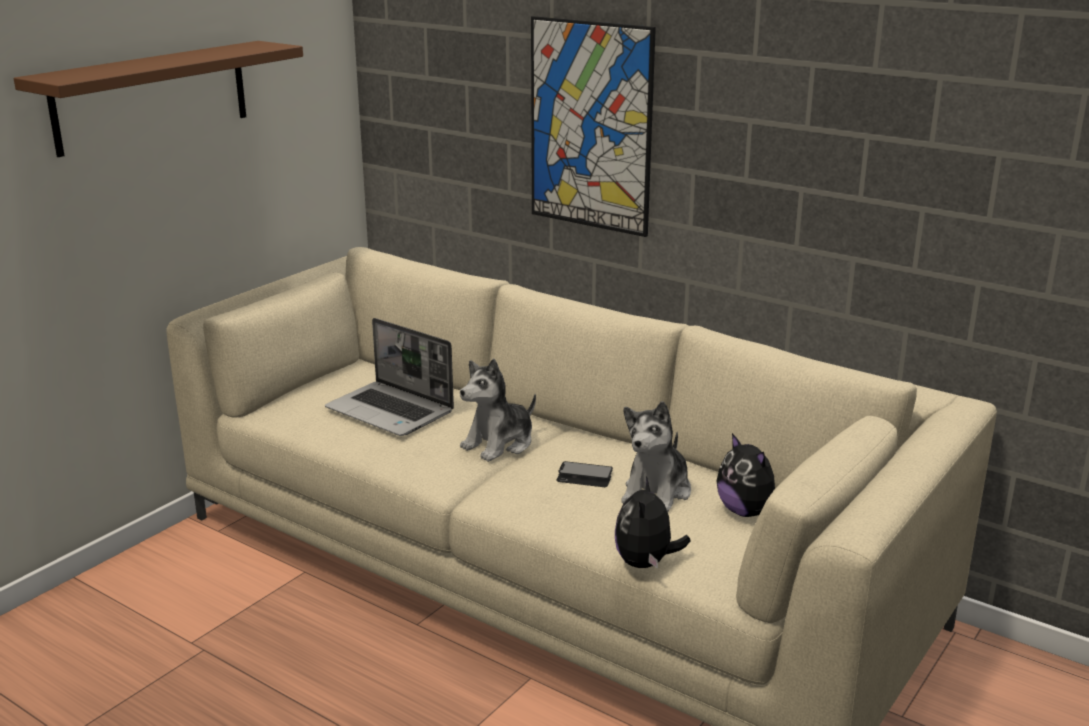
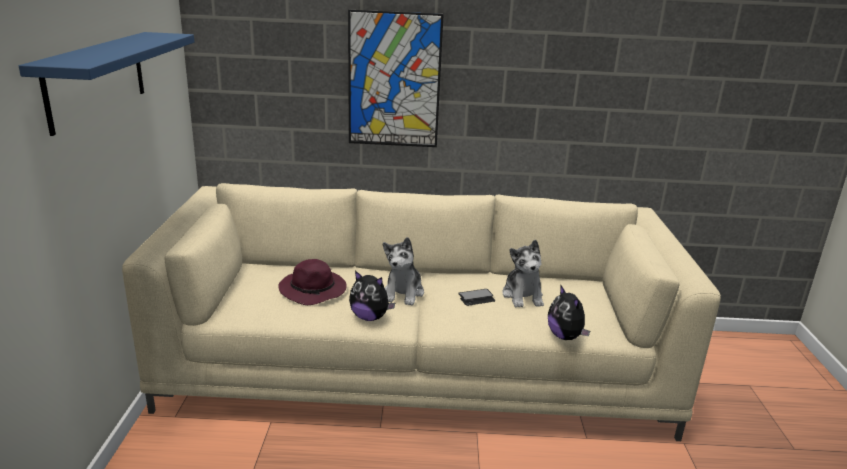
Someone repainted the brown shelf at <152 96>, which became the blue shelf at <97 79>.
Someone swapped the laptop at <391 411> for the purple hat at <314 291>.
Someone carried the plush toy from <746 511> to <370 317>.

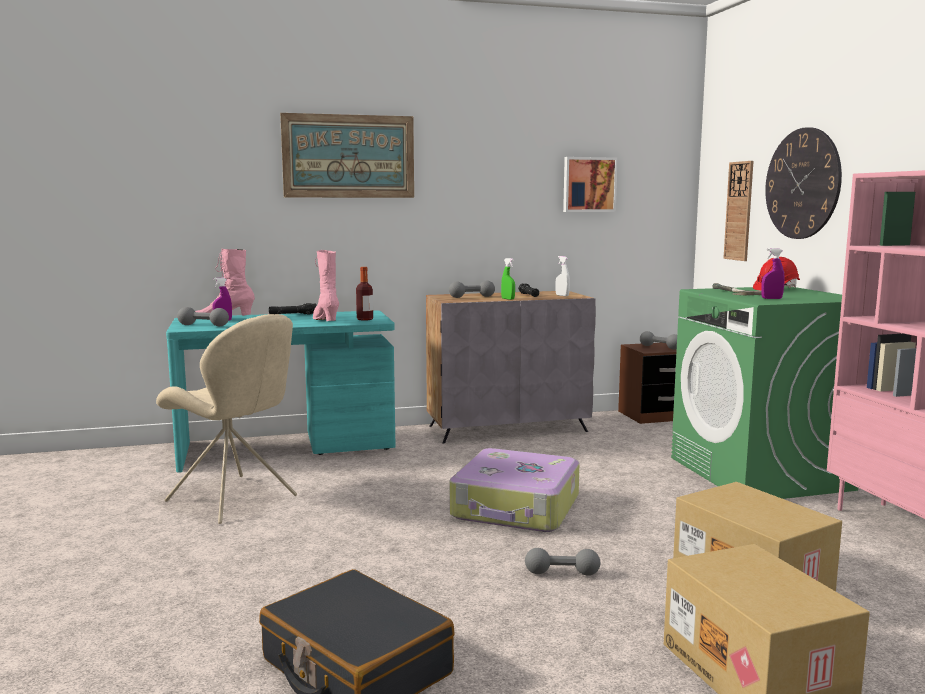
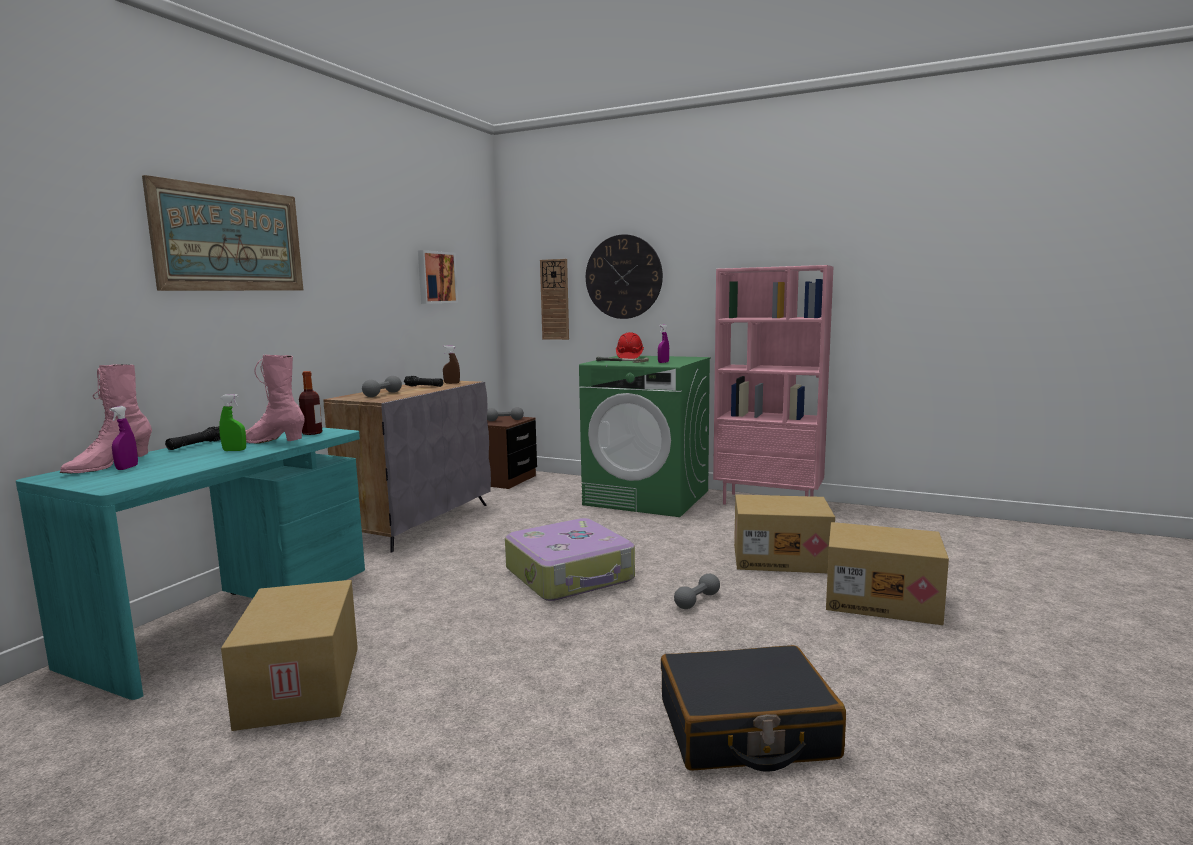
Someone repainted the white spray bottle at <562 295>, which became the brown spray bottle at <451 383>.
Someone carried the green spray bottle from <508 299> to <234 450>.
Someone took away the grey dumbbell at <203 325>.
Someone swapped the beige chair at <234 500> for the cardboard box at <303 686>.

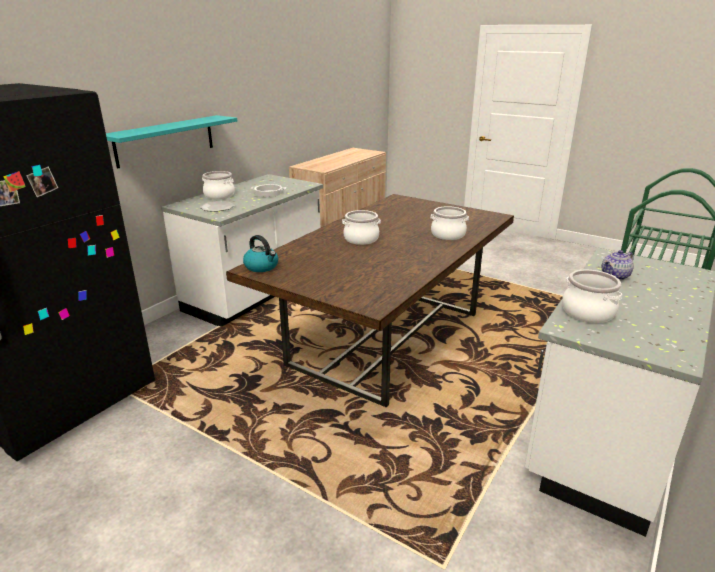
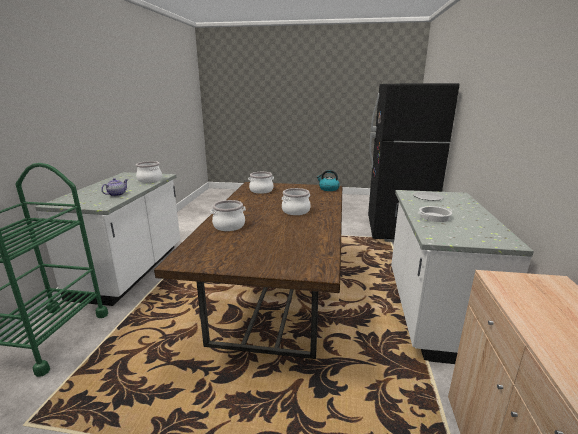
Someone took away the turquoise shelf at <165 140>.
Someone carried the cooking pot from <219 195> to <261 190>.

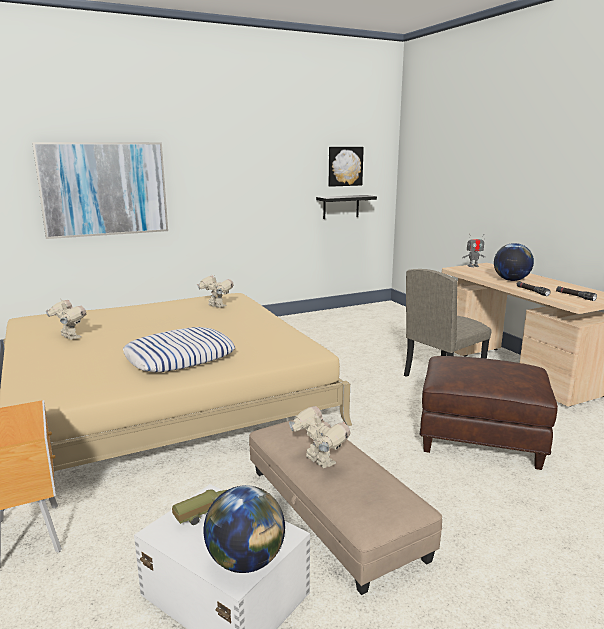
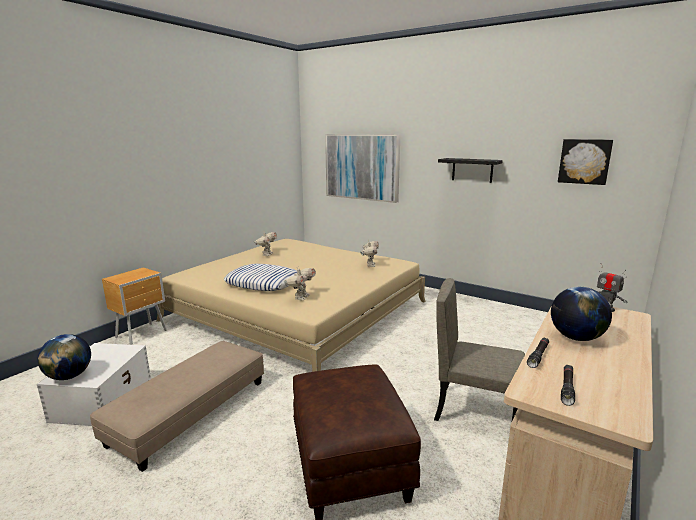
Someone carried the black shelf from <341 206> to <472 170>.
Someone carried the toy robot from <318 462> to <301 297>.
Someone took away the toy truck at <203 514>.

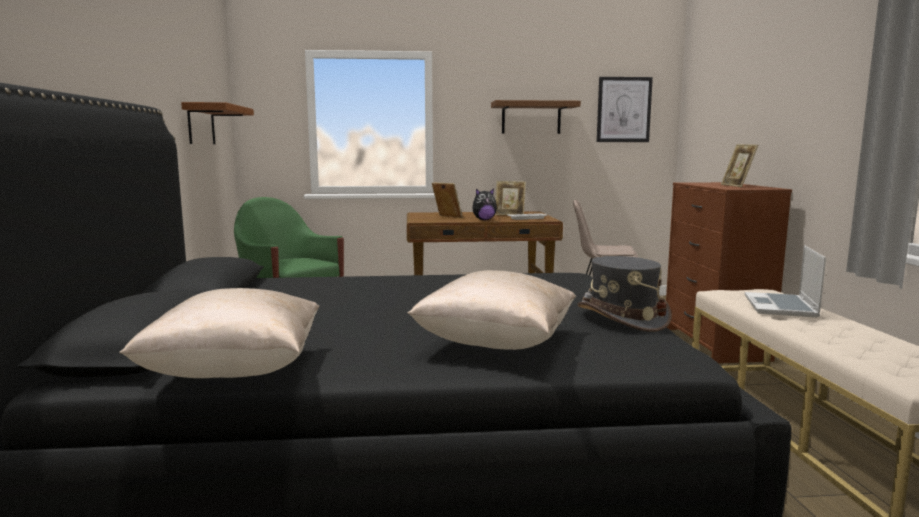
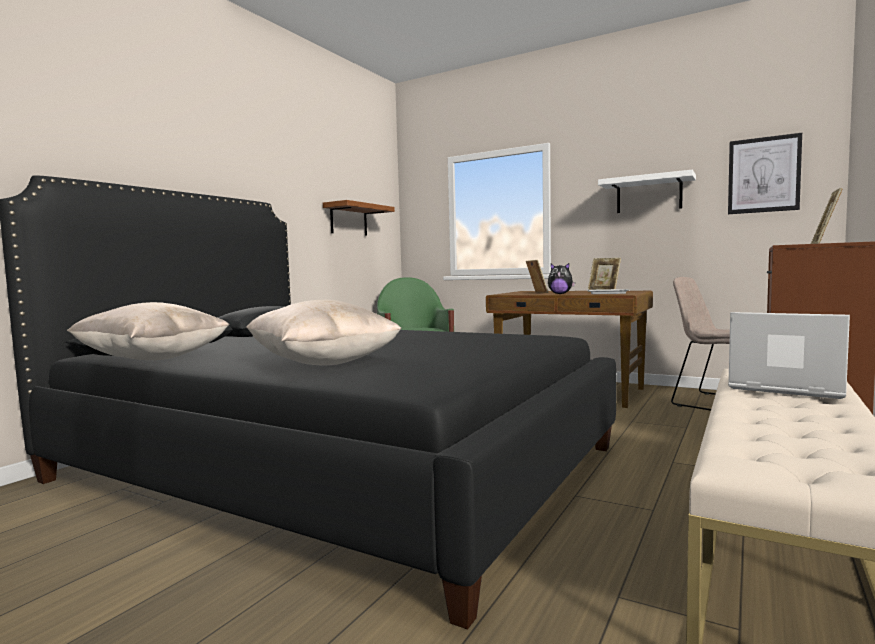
Someone repainted the brown shelf at <531 118>, which became the white shelf at <649 195>.
Someone rotated the laptop at <781 307> by 75 degrees clockwise.
Someone took away the grey hat at <622 318>.

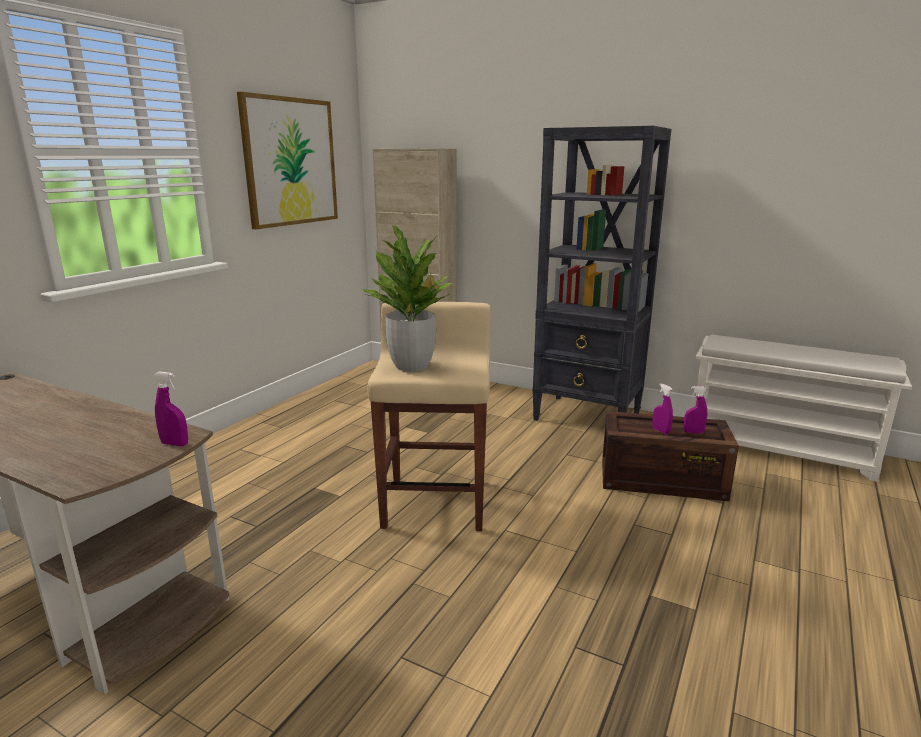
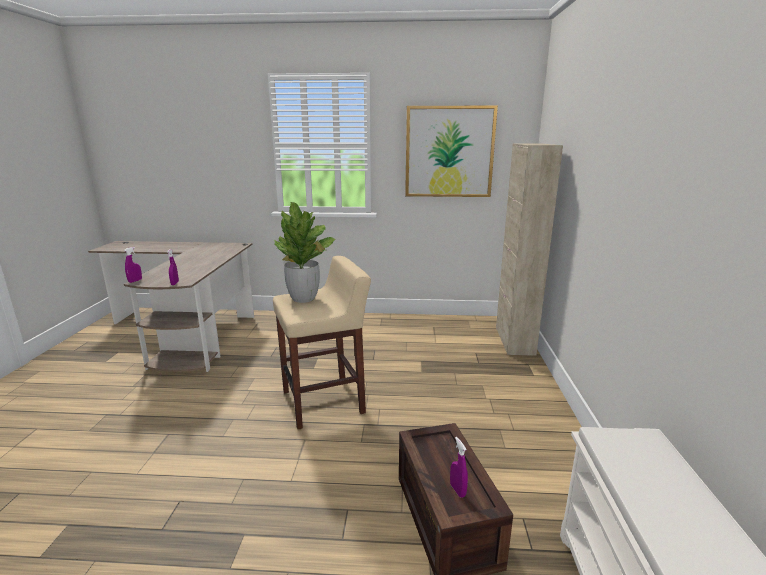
Someone took away the black bookcase at <588 416>.
Someone carried the purple spray bottle from <660 431> to <135 281>.

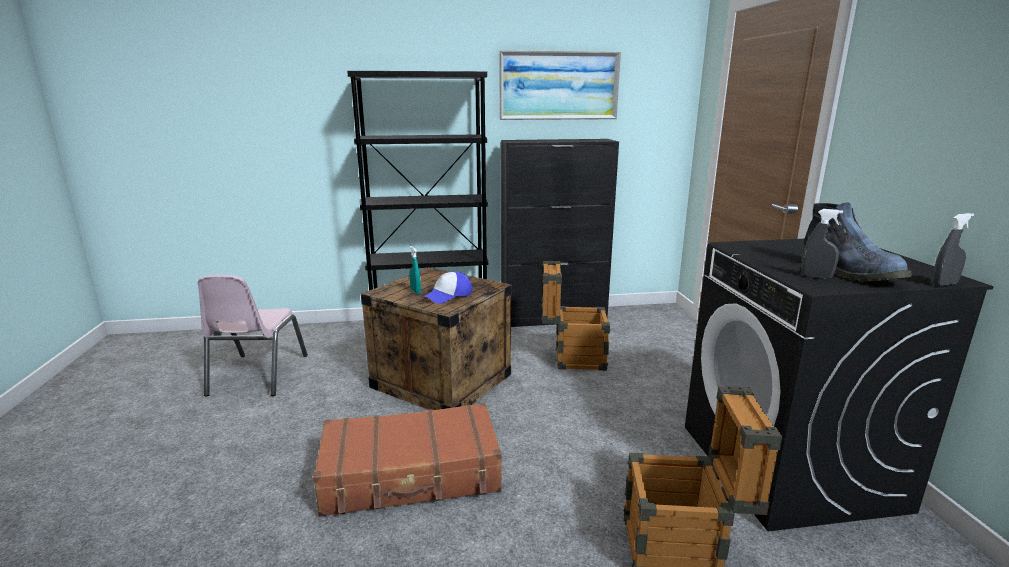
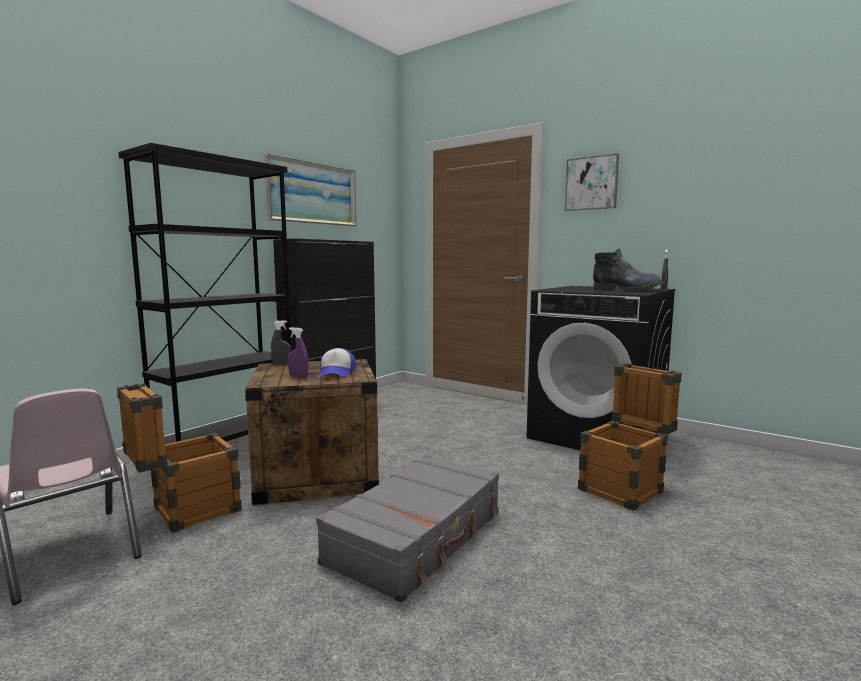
Someone carried the grey spray bottle from <816 277> to <281 364>.
Someone repainted the turquoise spray bottle at <415 291>, which became the purple spray bottle at <298 376>.
Someone carried the crate from <572 358> to <185 512>.
Someone repainted the brown suitcase at <411 475>, which became the grey suitcase at <418 537>.
Someone put up the picture at <592 183>.

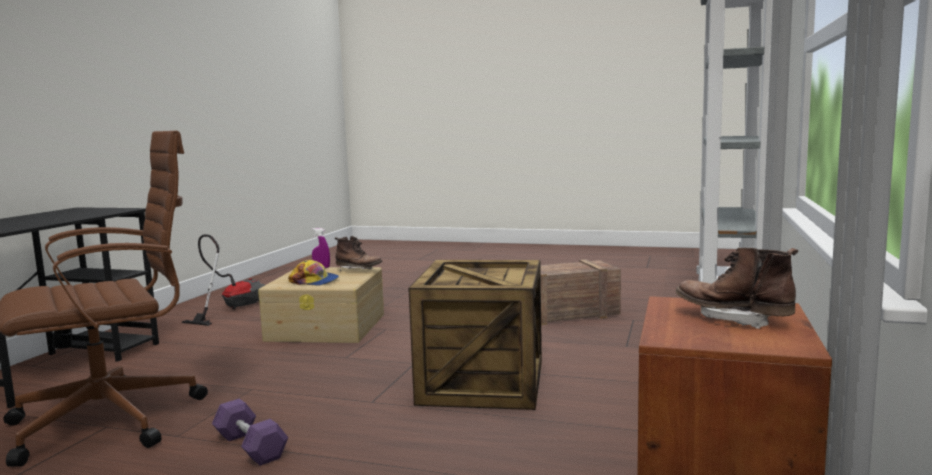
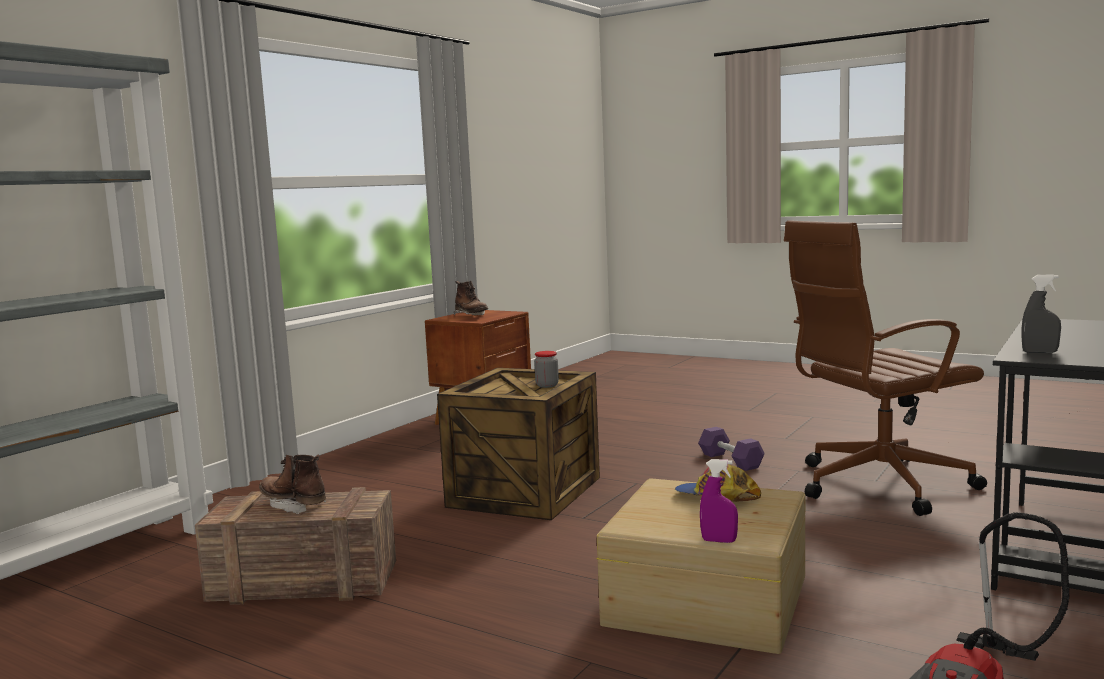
Someone carried the brown boot from <358 270> to <294 505>.
Someone put down the grey spray bottle at <1040 352>.
Someone put down the jar at <547 385>.

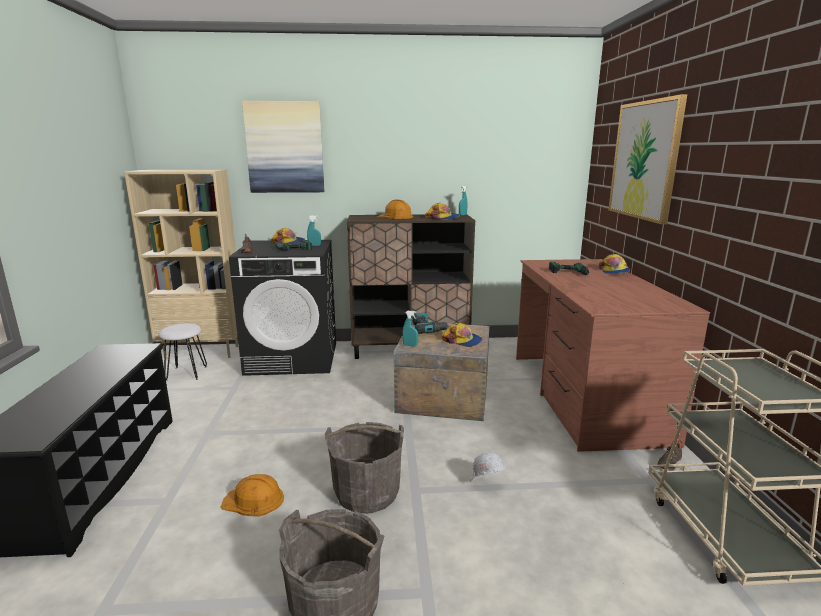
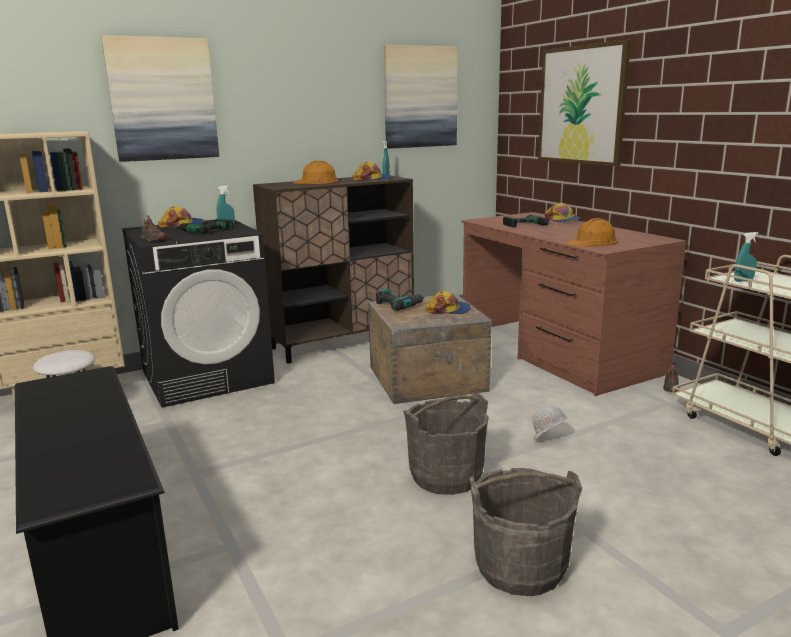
Someone carried the turquoise spray bottle from <410 345> to <743 280>.
Someone carried the orange hard hat from <254 500> to <592 242>.
Someone put up the picture at <420 97>.

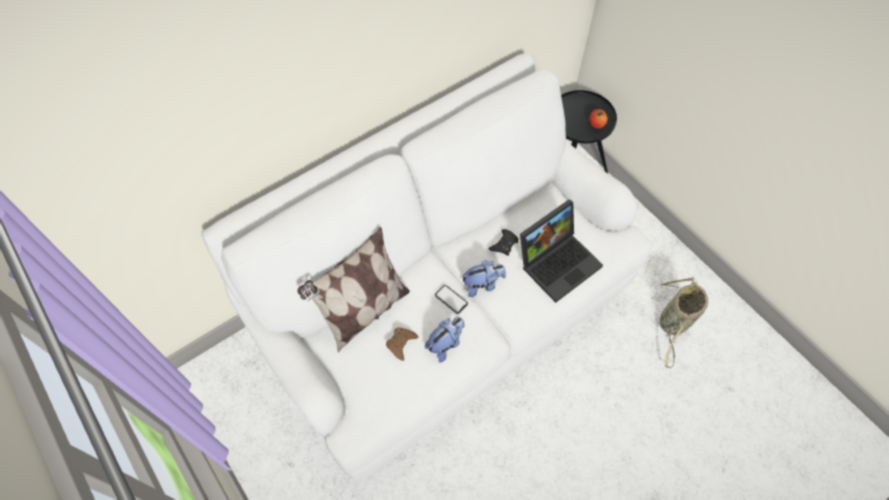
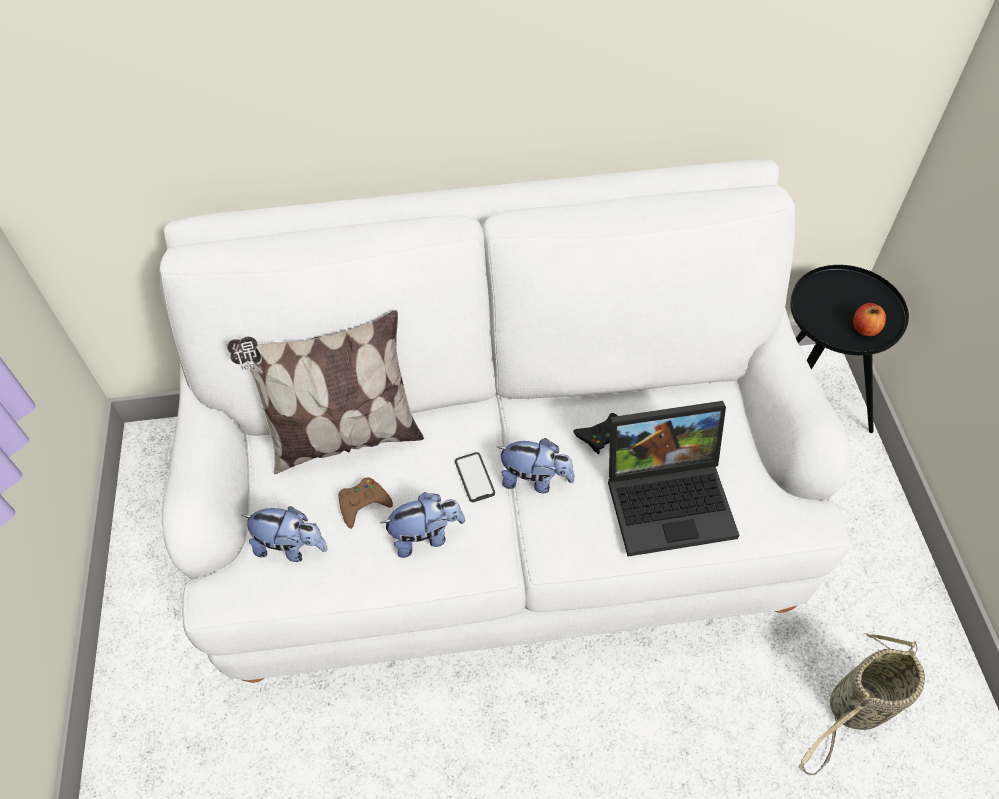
Someone put down the plush toy at <291 546>.

